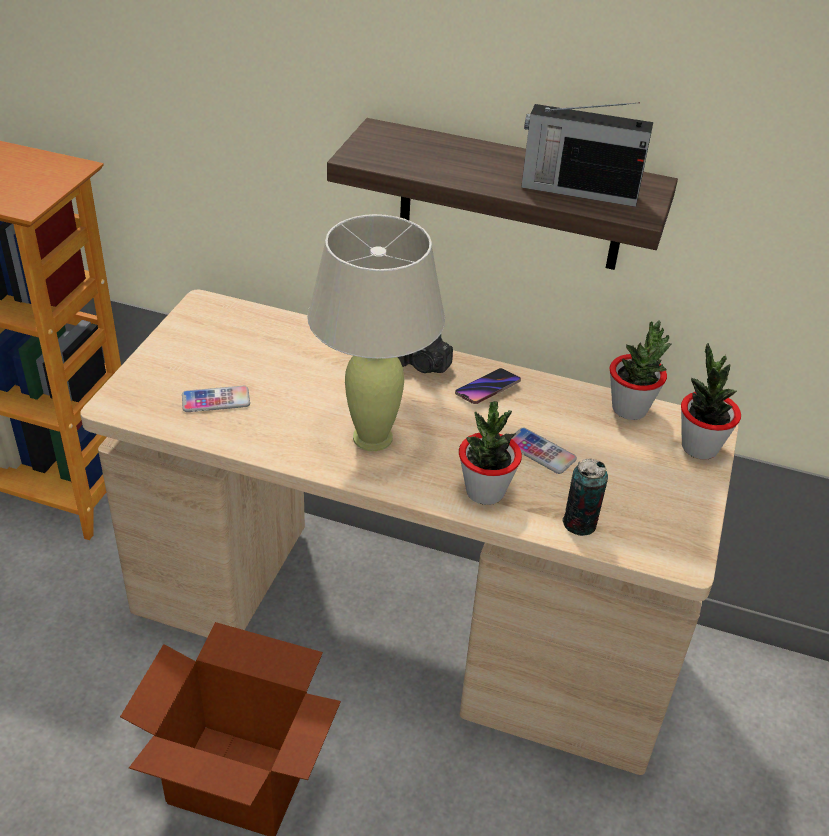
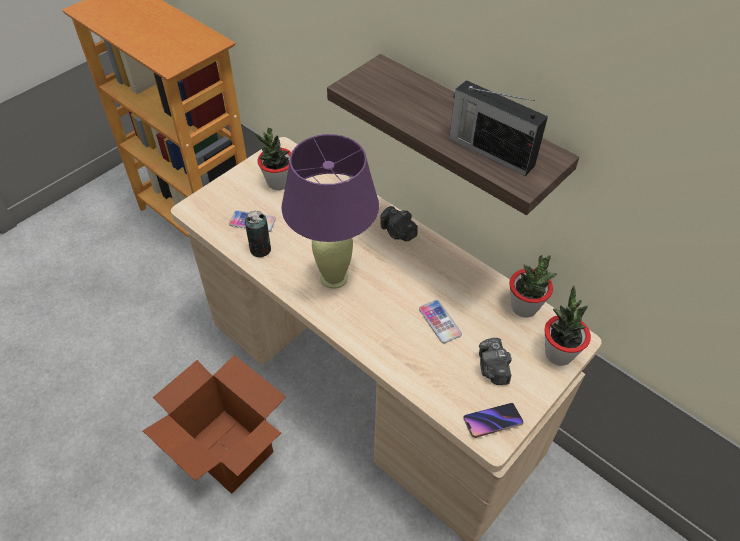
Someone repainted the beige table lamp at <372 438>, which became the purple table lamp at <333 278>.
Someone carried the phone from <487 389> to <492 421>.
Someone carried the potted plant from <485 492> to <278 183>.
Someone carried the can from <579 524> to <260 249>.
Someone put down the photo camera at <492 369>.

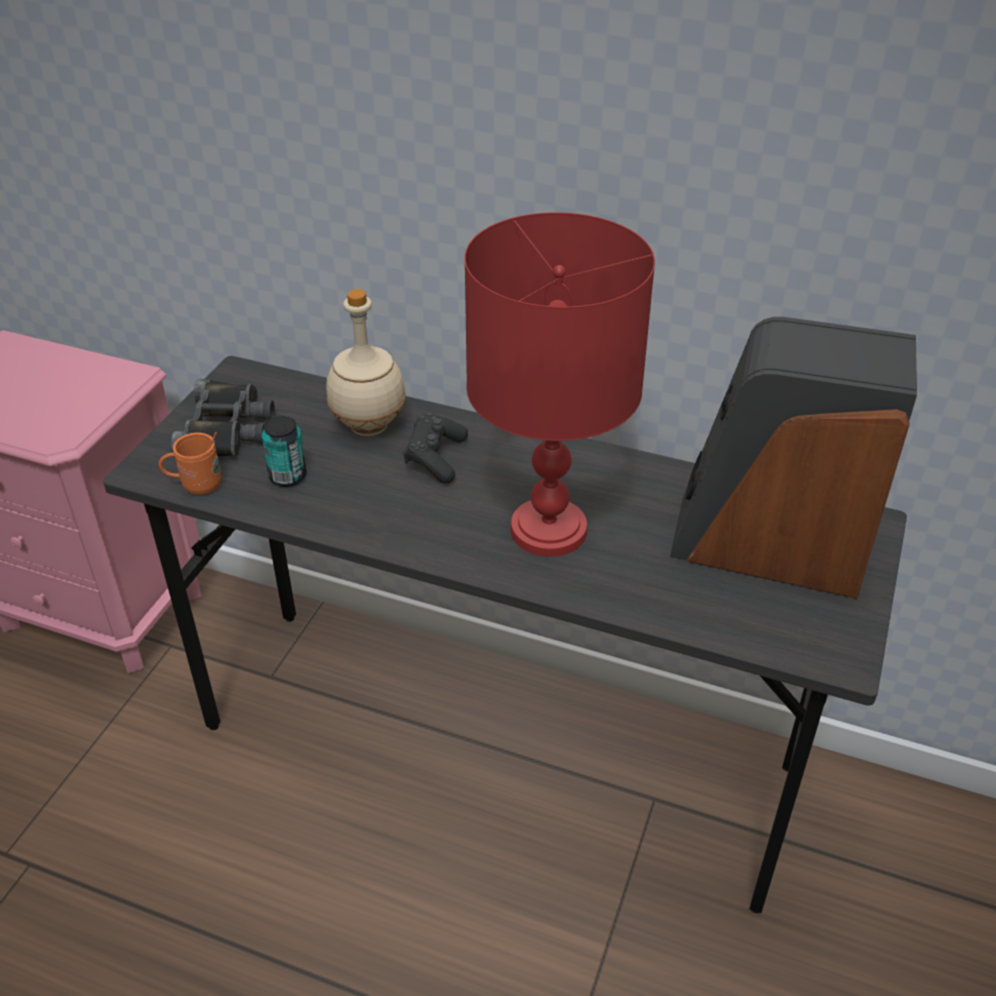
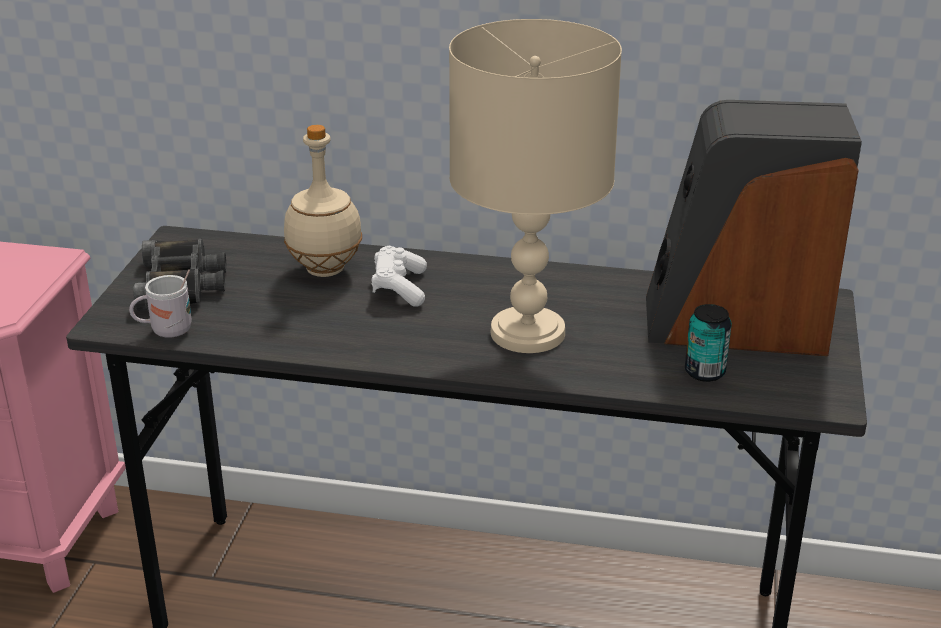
Someone repainted the red table lamp at <548 531>, which became the beige table lamp at <528 333>.
Someone repainted the black game controller at <435 458>, which became the white game controller at <399 288>.
Someone carried the can from <288 476> to <704 372>.
Someone repainted the orange mug at <196 485>, which became the white mug at <165 331>.

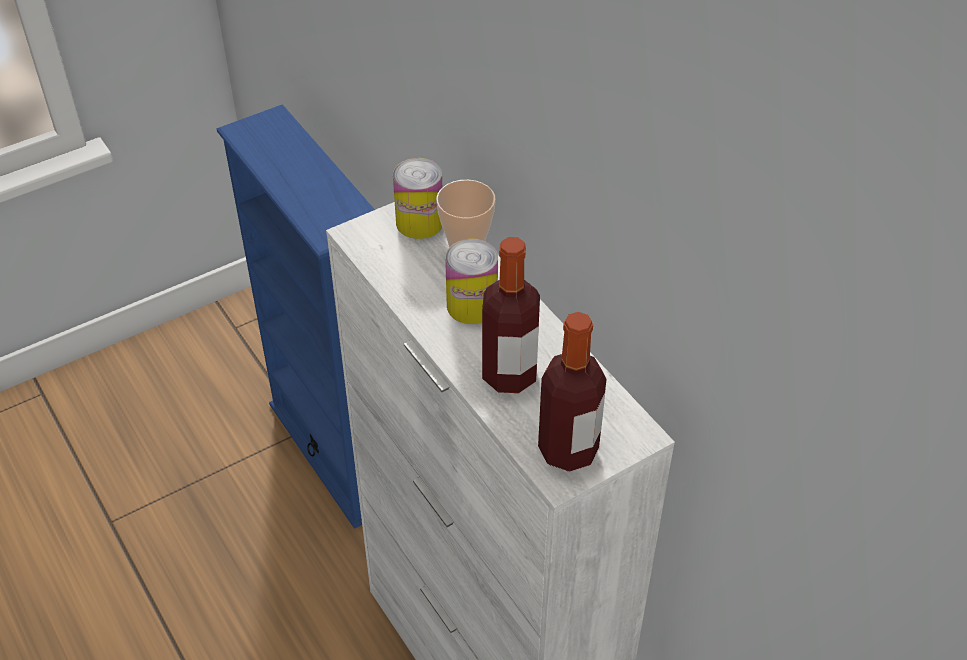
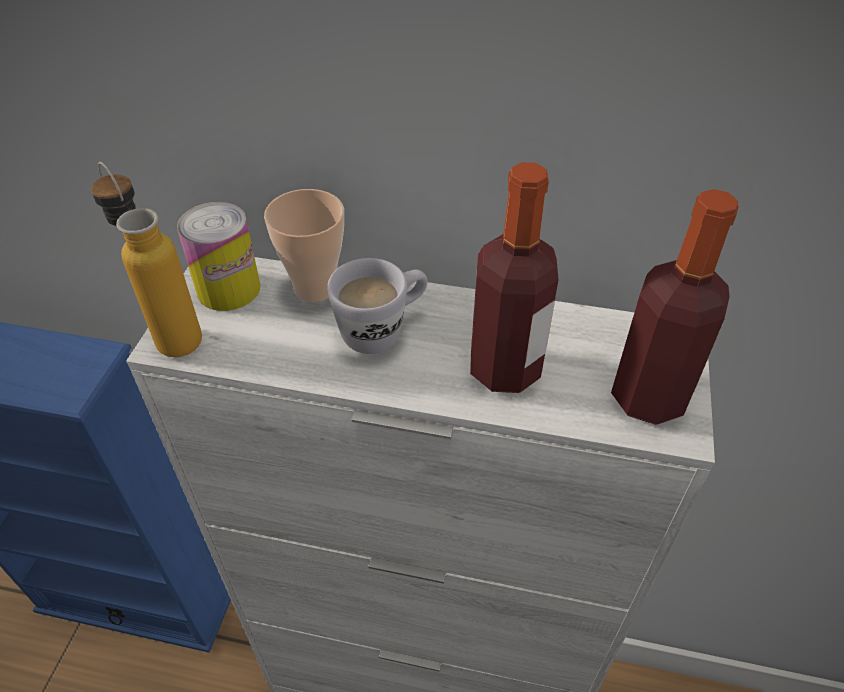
Someone swapped the can at <472 305> for the white mug at <383 330>.
Someone put down the bottle at <170 332>.

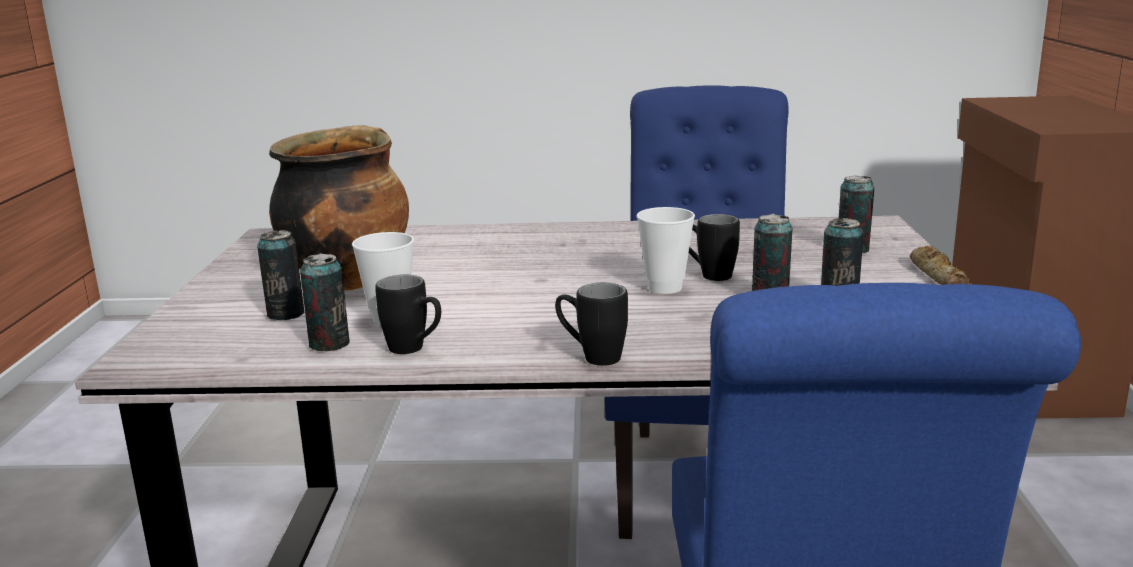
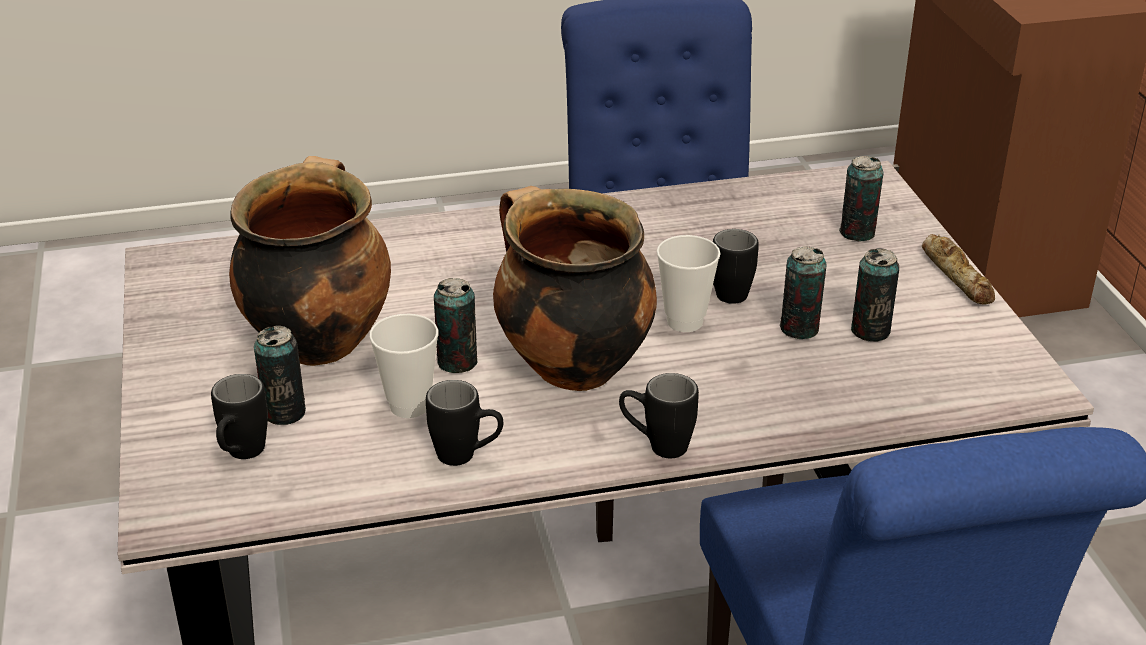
Someone carried the can from <329 344> to <457 362>.
Someone put down the cooking pot at <570 366>.
Someone put down the black mug at <241 456>.

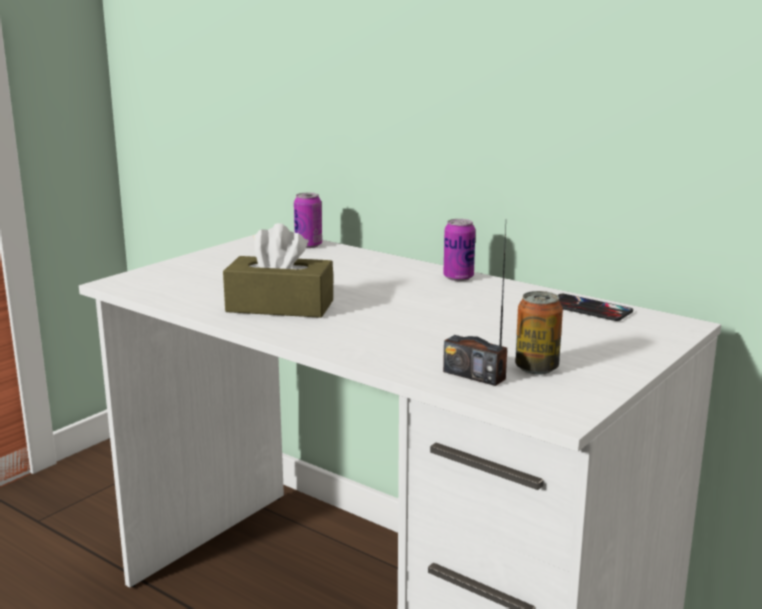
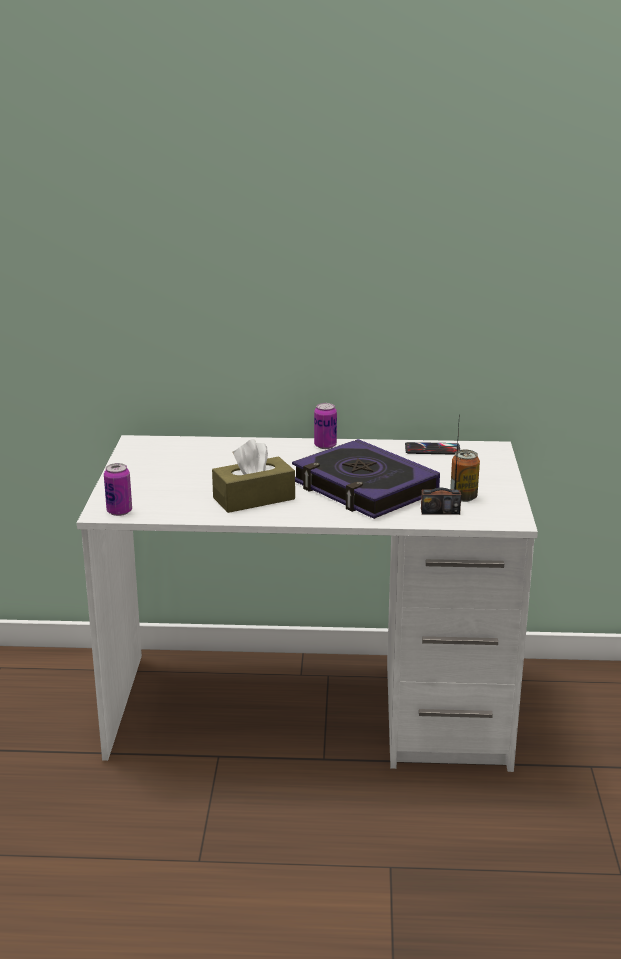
Someone carried the can from <308 245> to <119 511>.
Someone put down the book at <364 488>.

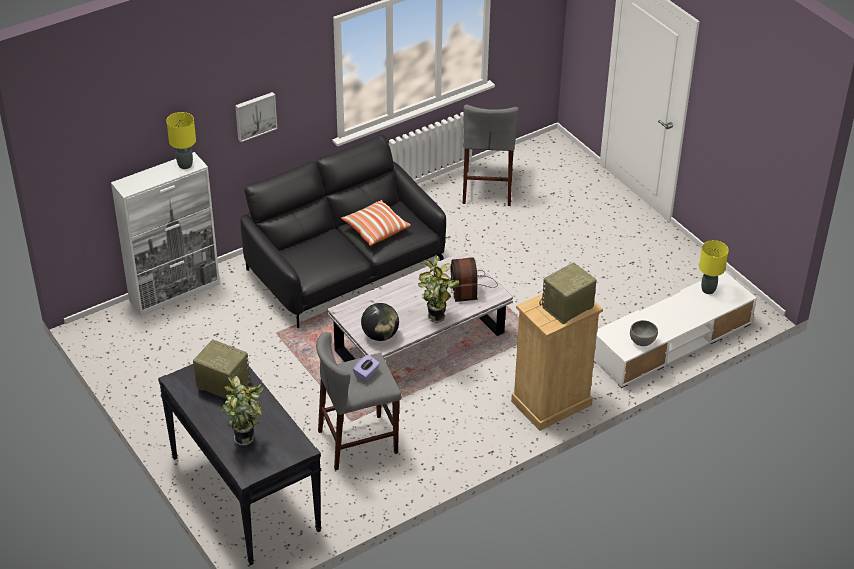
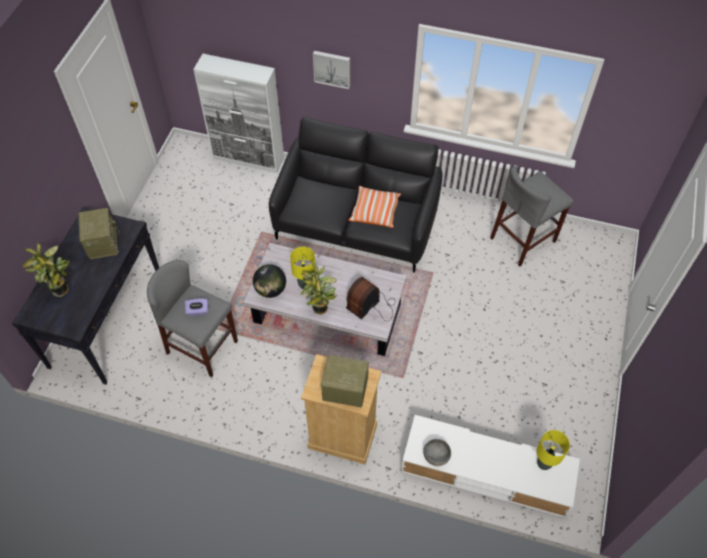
Someone carried the yellow table lamp from <185 165> to <305 285>.

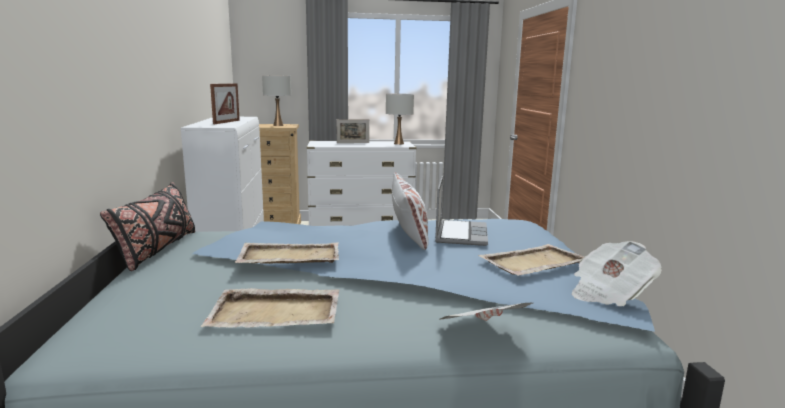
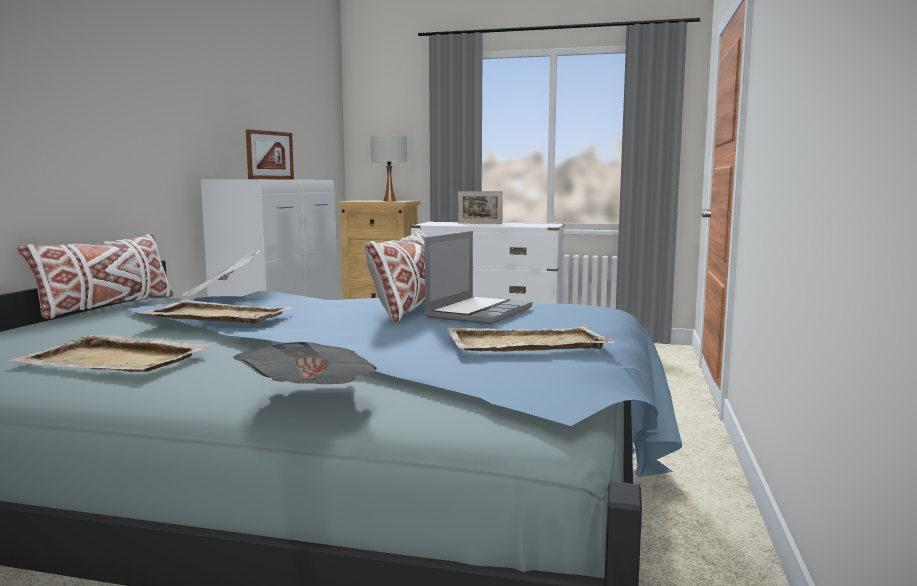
Someone took away the white table lamp at <398 143>.
Someone repainted the black pillow at <157 250>, which became the white pillow at <106 307>.
Someone carried the newspaper from <609 293> to <220 295>.

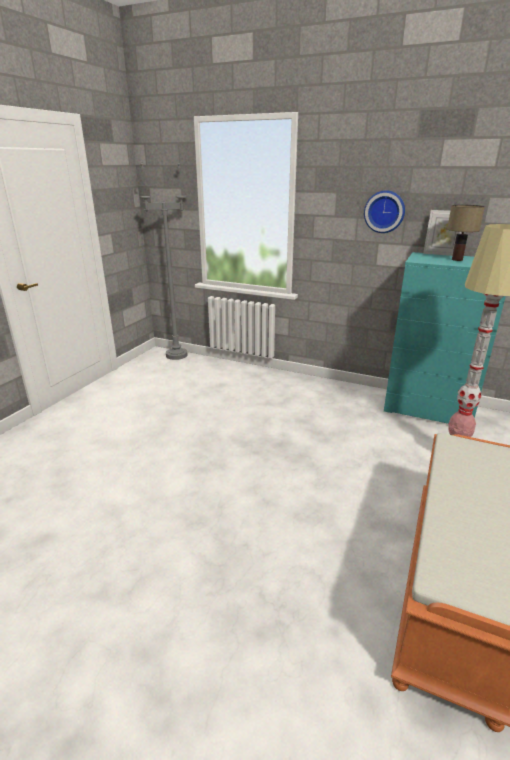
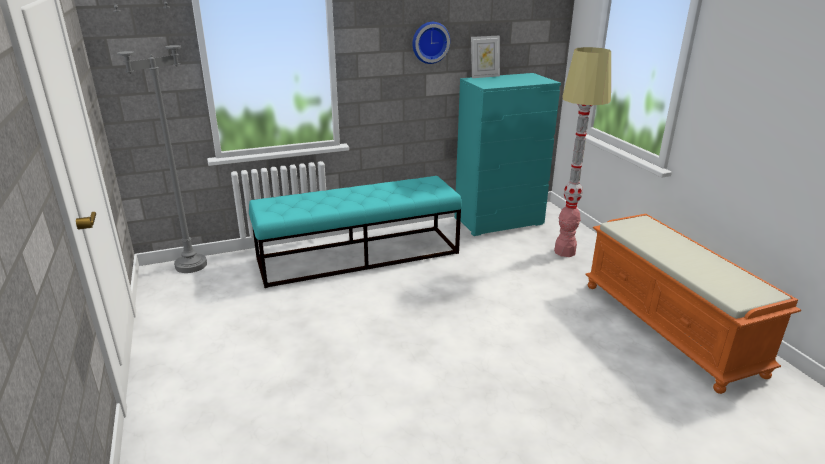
Someone took away the table lamp at <456 259>.
Someone put down the turquoise bench at <359 255>.

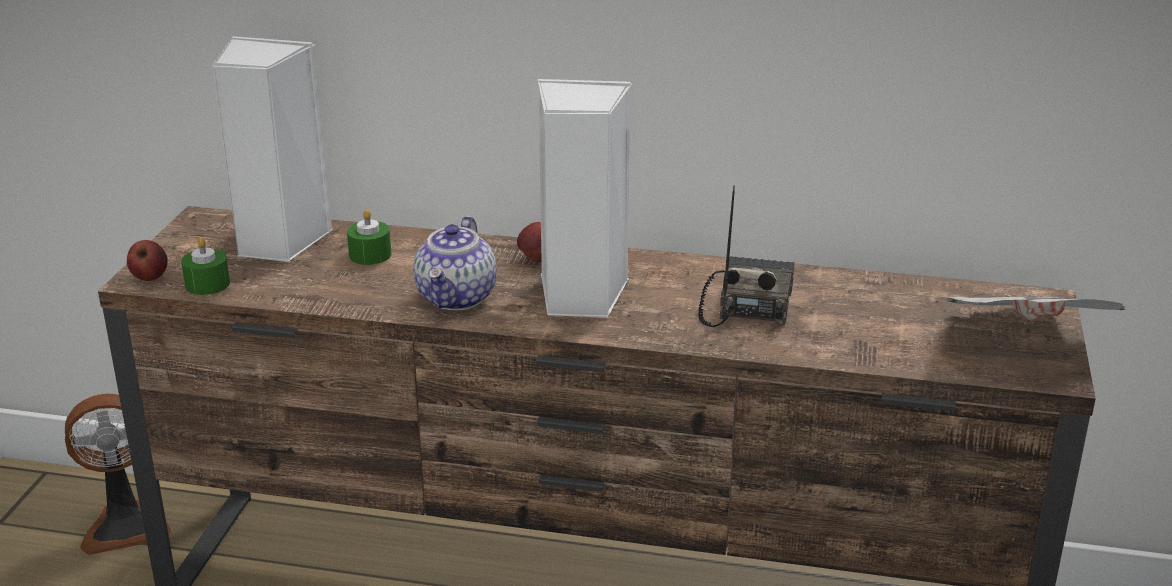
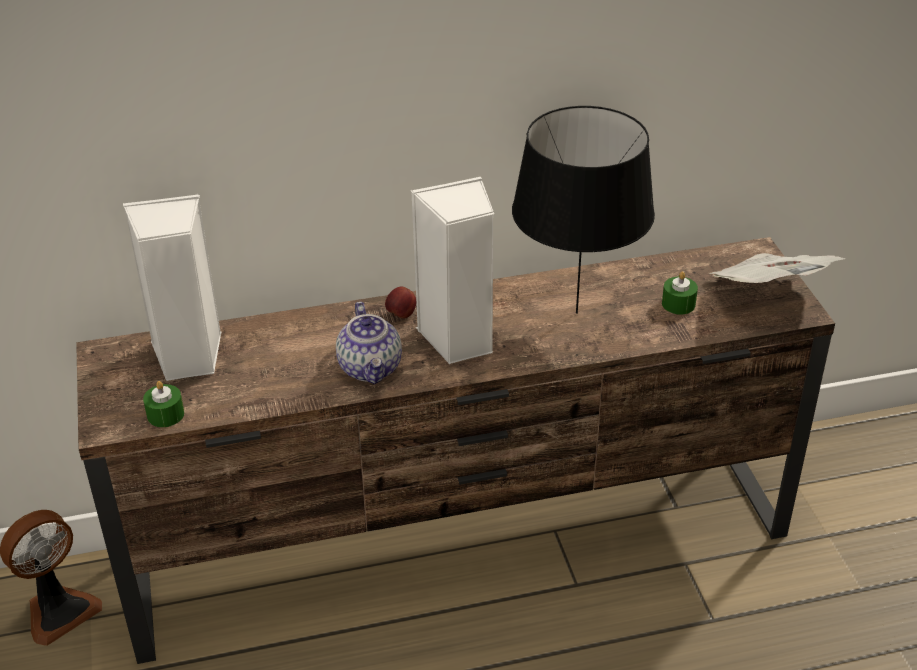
Someone swapped the radio at <747 305> for the black table lamp at <576 312>.
Someone carried the green candle from <370 255> to <678 304>.
Someone took away the apple at <149 278>.

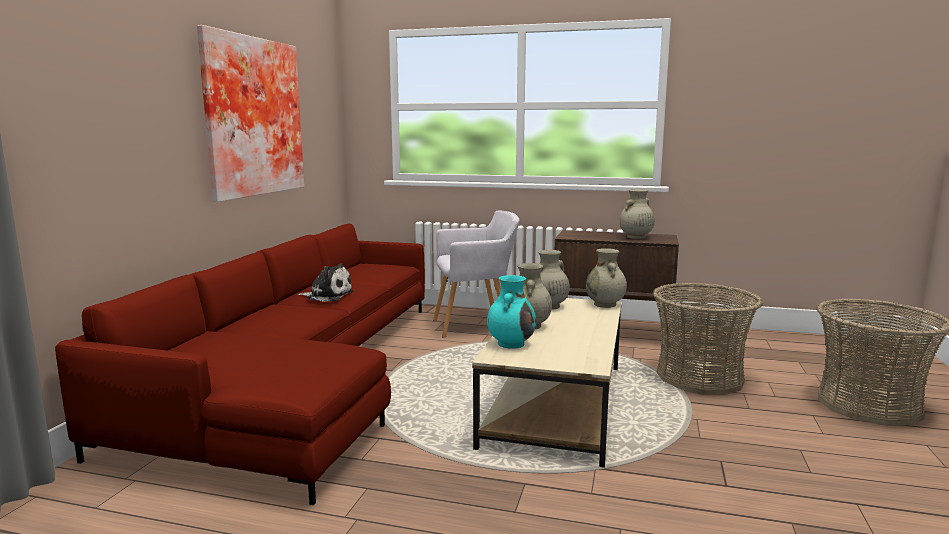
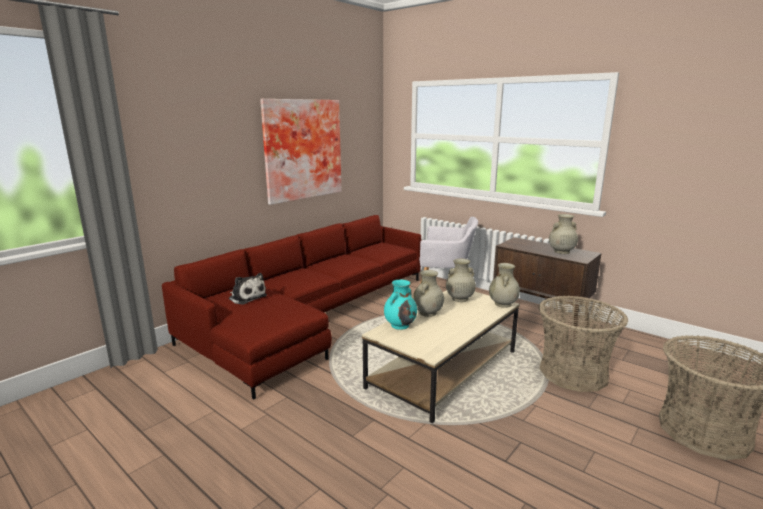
Someone carried the plush toy from <327 295> to <246 297>.

